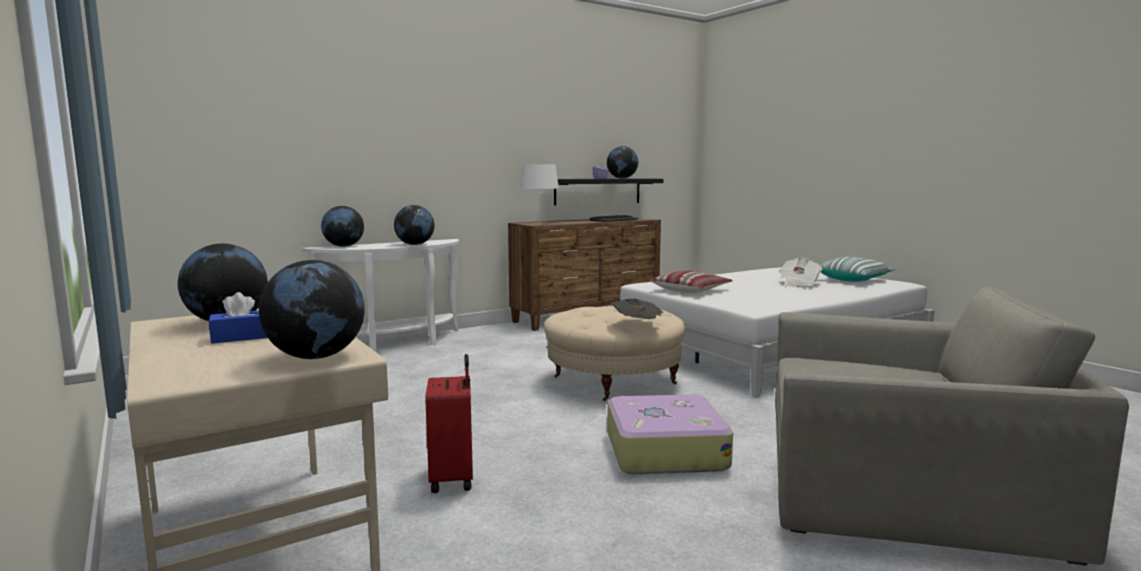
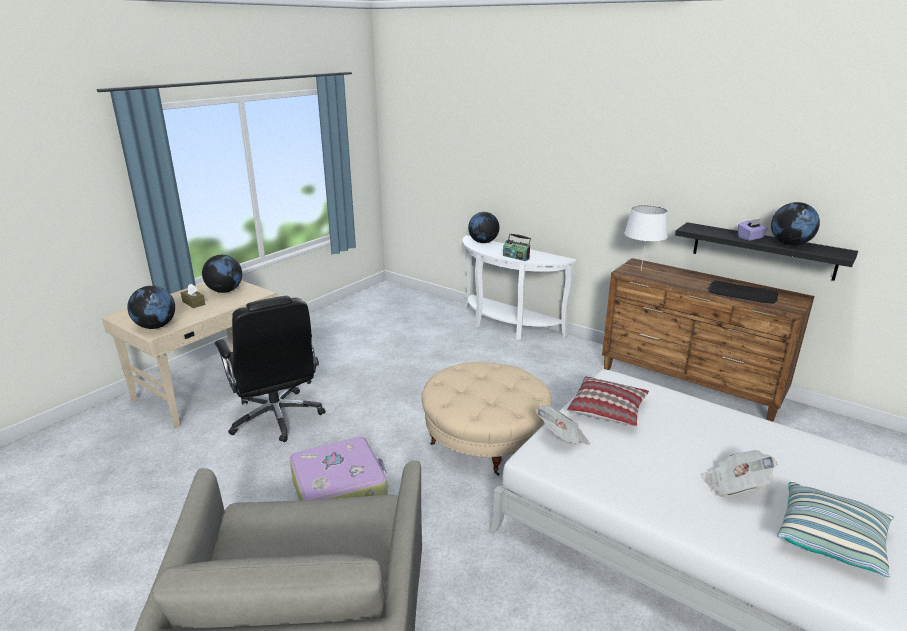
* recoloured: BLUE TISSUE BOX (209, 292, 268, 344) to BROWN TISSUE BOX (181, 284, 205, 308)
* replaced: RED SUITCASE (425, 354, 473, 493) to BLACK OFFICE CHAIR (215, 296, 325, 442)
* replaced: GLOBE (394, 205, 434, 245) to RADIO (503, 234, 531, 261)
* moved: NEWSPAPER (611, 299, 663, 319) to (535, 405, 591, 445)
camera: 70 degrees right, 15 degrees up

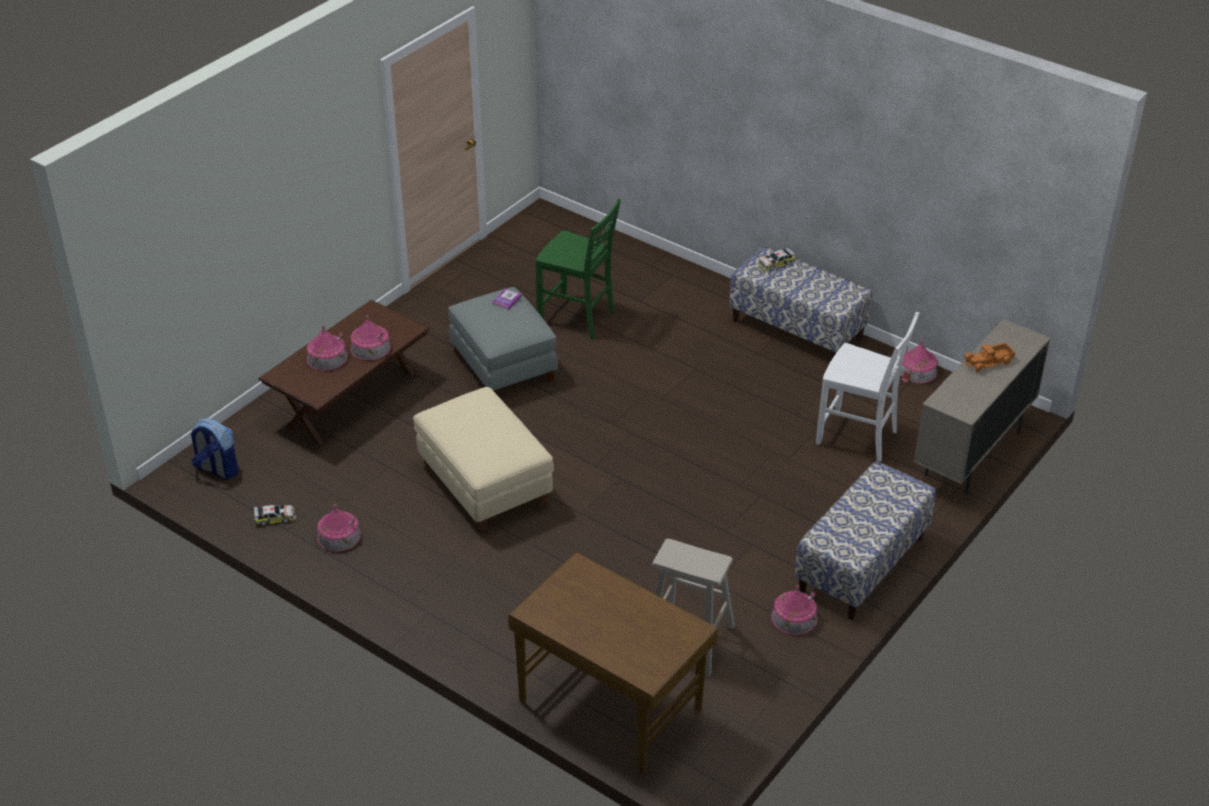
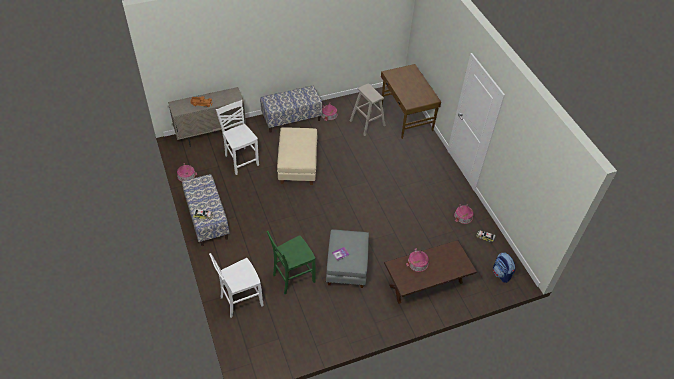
* added: WHITE CHAIR (209, 253, 264, 318)
* turned: GREEN CHAIR (535, 198, 621, 339) = (267, 231, 316, 294) 90 degrees counterclockwise
* moved: BEIGE OTTOMAN (413, 387, 554, 533) to (277, 127, 318, 185)
* removed: TOY HOUSE (306, 325, 348, 371)
camera: 150 degrees left, 10 degrees up

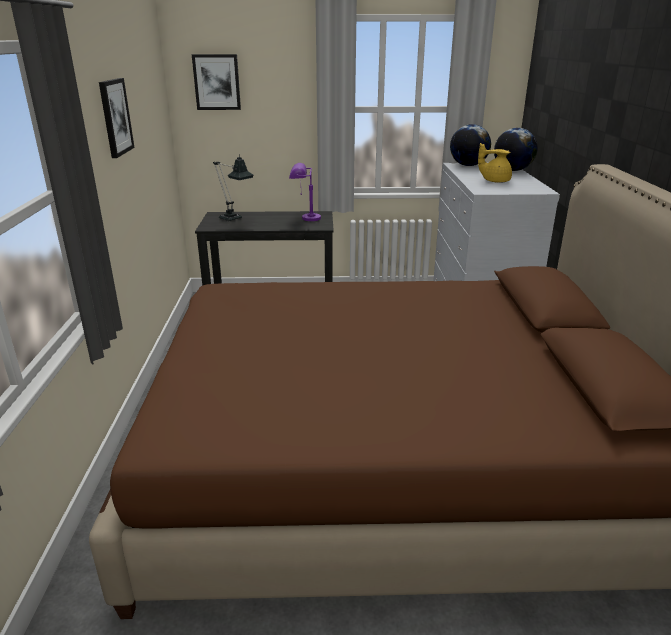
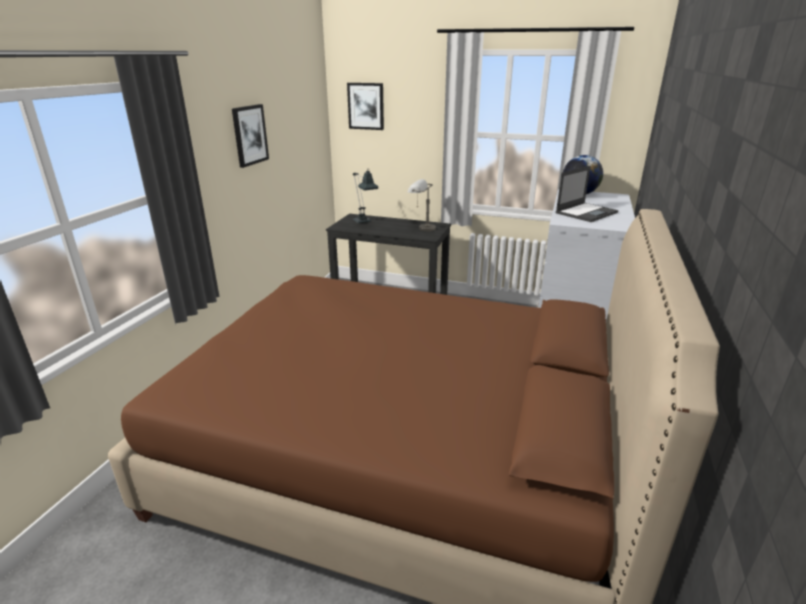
* recoloured: PURPLE TABLE LAMP (289, 163, 321, 221) to GREY TABLE LAMP (408, 179, 436, 231)
* replaced: YELLOW TEAPOT (478, 143, 512, 183) to LAPTOP (555, 166, 618, 222)
* removed: GLOBE (494, 128, 538, 171)
camera: 20 degrees right, 0 degrees up

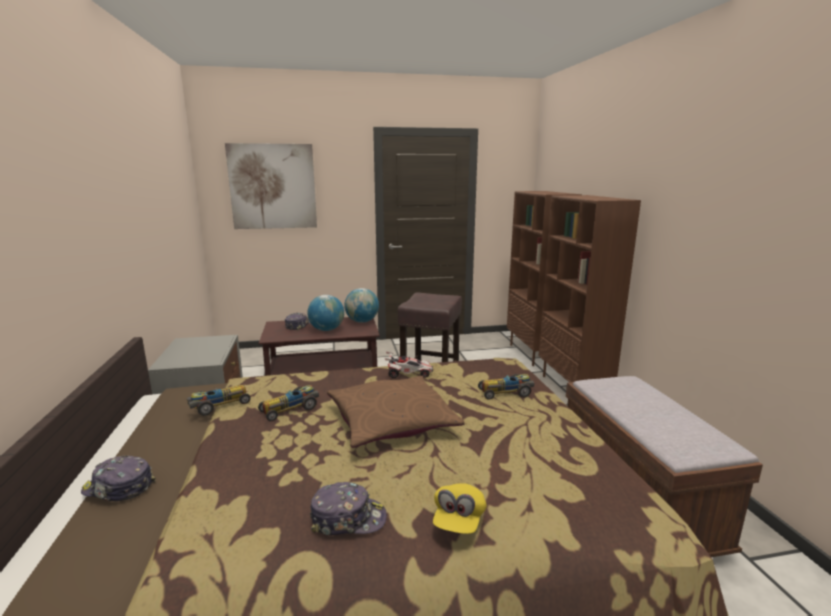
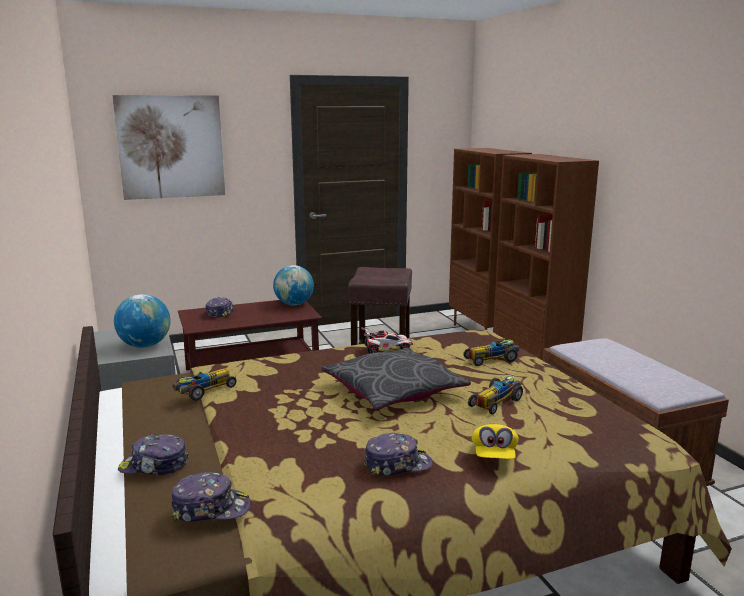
* moved: GLOBE (307, 295, 344, 331) to (114, 294, 170, 348)
* added: CAP (171, 472, 251, 522)
* recoloured: BROWN PILLOW (327, 376, 465, 448) to GREY PILLOW (321, 348, 471, 410)
* moved: TOY CAR (258, 385, 319, 421) to (468, 375, 523, 415)
camera: 10 degrees left, 0 degrees up

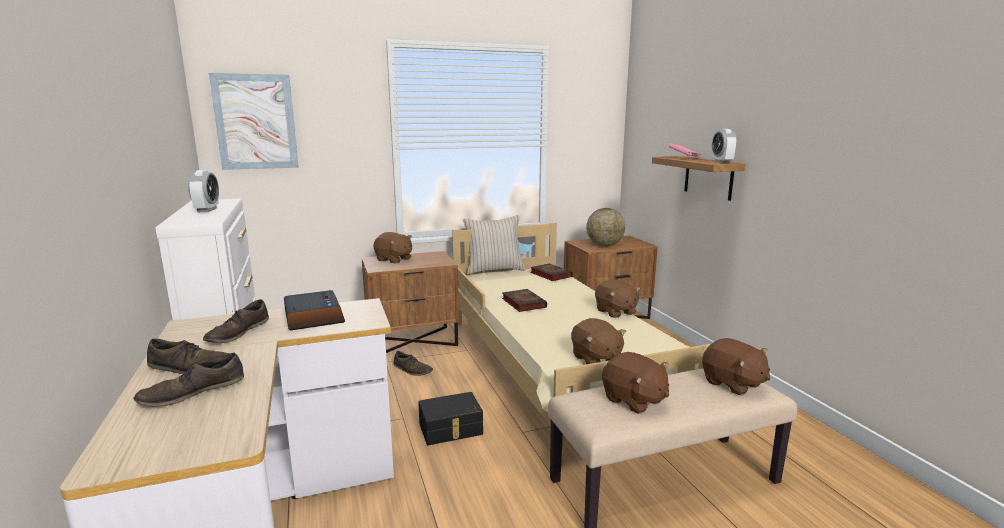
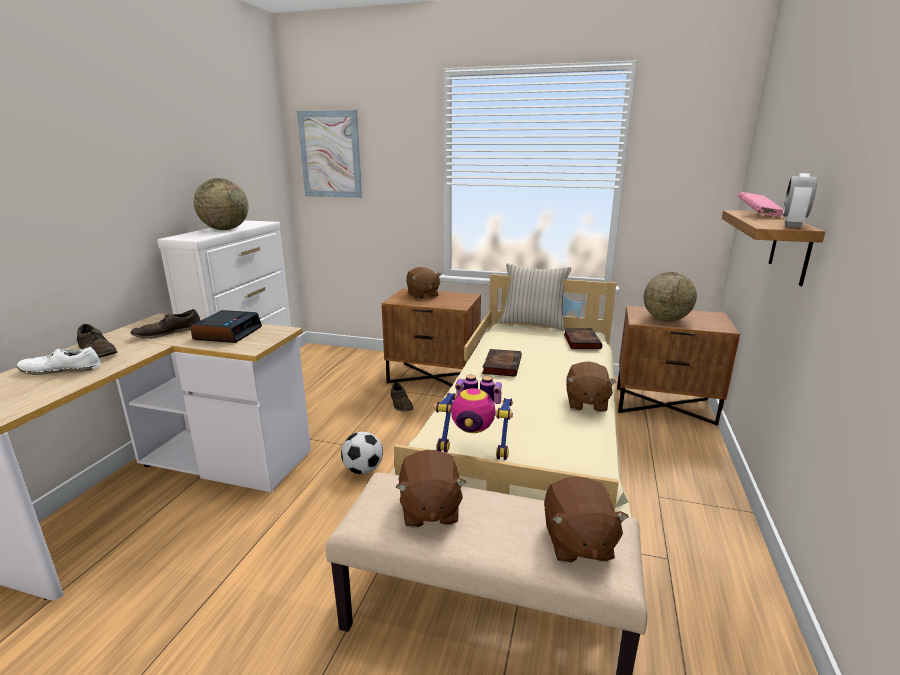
* recoloured: BROWN SHOE (134, 353, 244, 407) to WHITE SHOE (17, 347, 101, 375)
* replaced: ALARM CLOCK (188, 170, 219, 212) to GLOBE (194, 178, 248, 230)
* replaced: BLACK STORAGE BOX (418, 392, 483, 445) to FOOTBALL (341, 432, 383, 474)
* replaced: BROWN PLUSH TOY (571, 318, 626, 364) to TOY ROBOT (434, 375, 513, 460)
camera: 35 degrees right, 5 degrees up

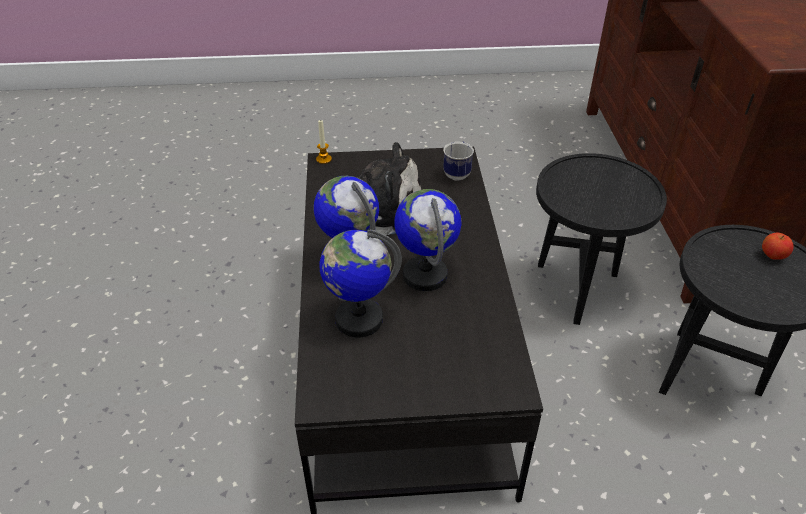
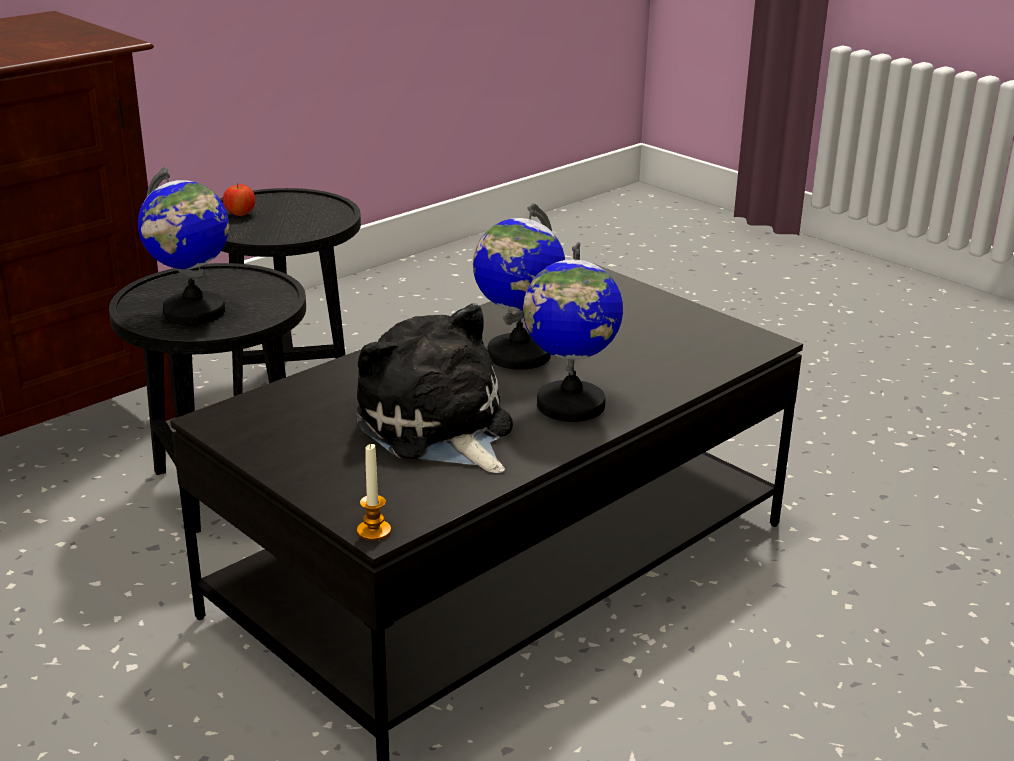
* moved: GLOBE (320, 229, 402, 338) to (138, 167, 229, 325)
* removed: MUG (443, 141, 474, 181)
camera: 130 degrees left, 15 degrees down

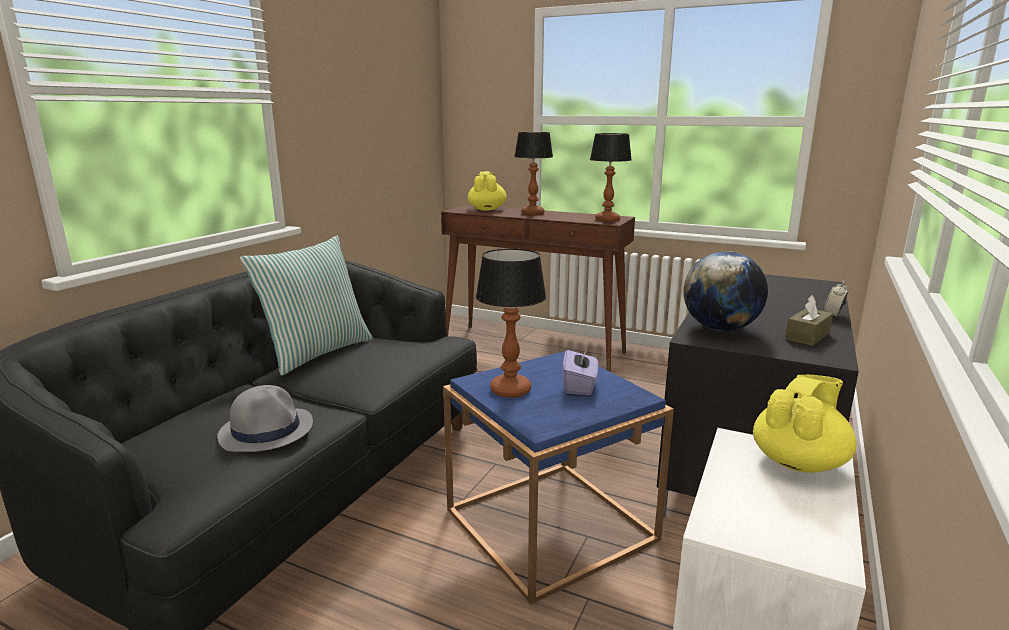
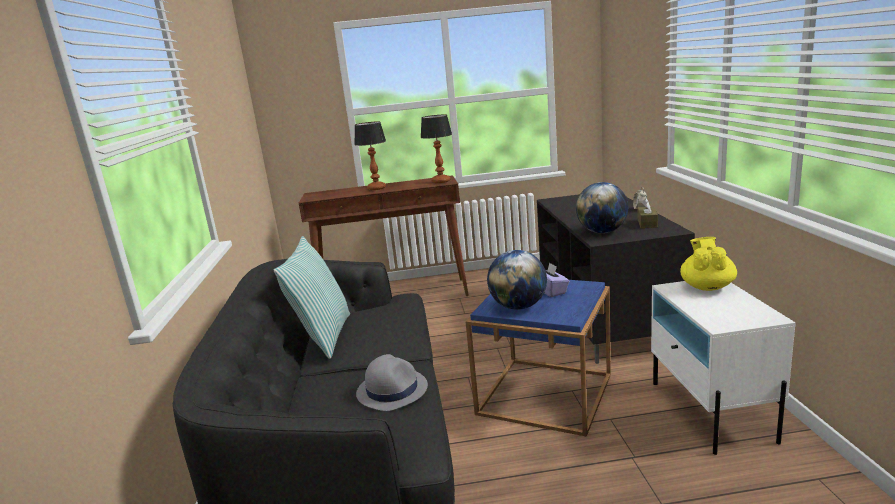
* replaced: TABLE LAMP (476, 249, 546, 398) to GLOBE (487, 250, 547, 310)
* removed: YELLOW TEAPOT (468, 171, 507, 211)
camera: 30 degrees left, 0 degrees up

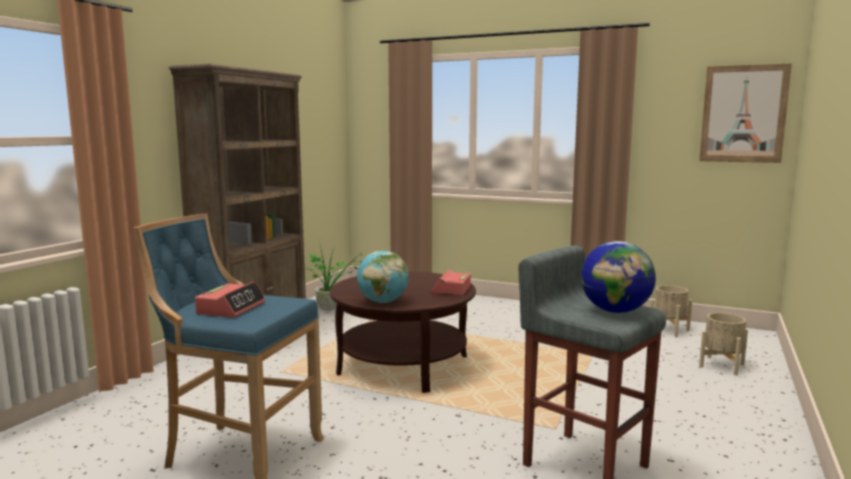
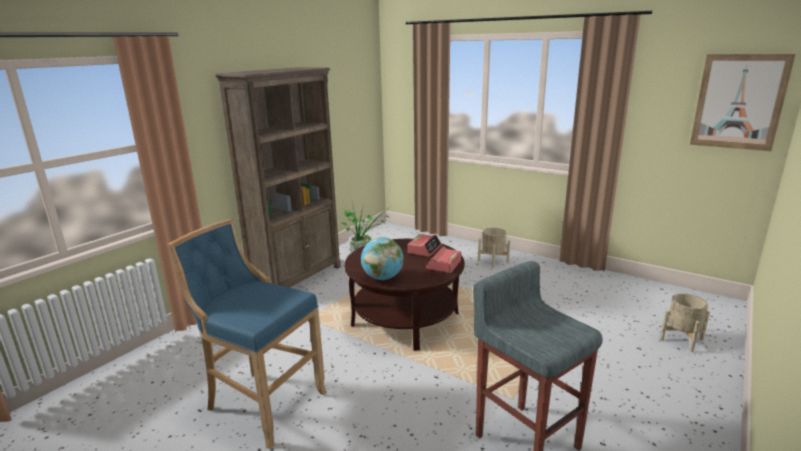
* moved: ALARM CLOCK (195, 282, 265, 318) to (408, 234, 442, 257)
* moved: BEIGE PLANTER (650, 285, 692, 337) to (478, 228, 510, 268)
* removed: GLOBE (581, 241, 656, 313)
camera: 10 degrees right, 10 degrees up

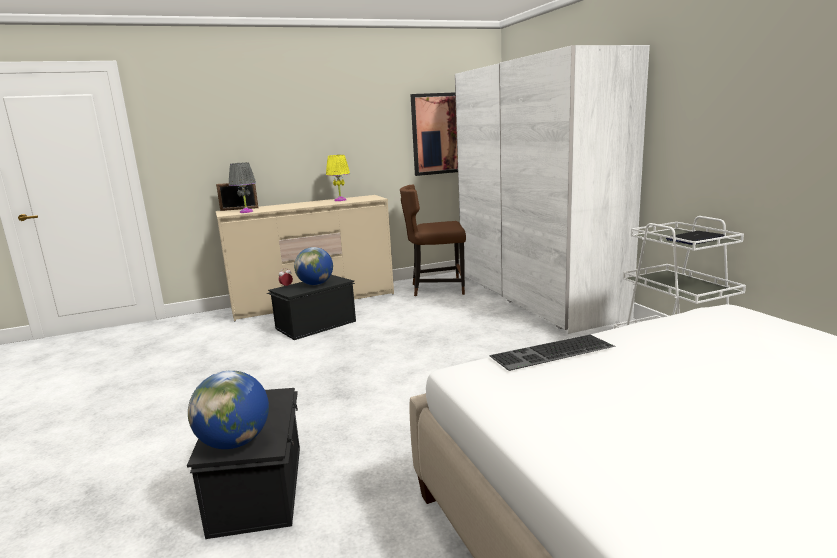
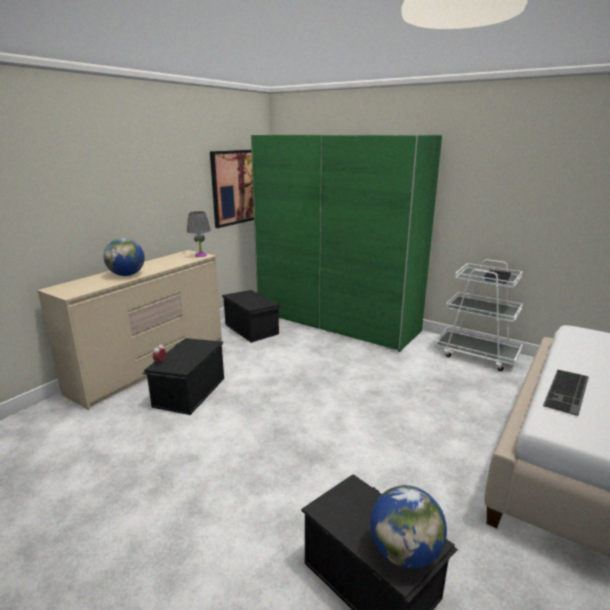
* moved: GLOBE (294, 247, 333, 285) to (104, 238, 144, 276)
* moved: GREY TABLE LAMP (229, 162, 256, 213) to (187, 211, 211, 257)
* replaced: BROWN CHAIR (400, 184, 466, 296) to BLACK STORAGE BOX (222, 290, 282, 343)
* recoloured: WHITE WARDROBE (455, 45, 650, 334) to GREEN WARDROBE (251, 135, 442, 352)
* removed: PICTURE FRAME (216, 183, 259, 211)
* removed: YELLOW TABLE LAMP (326, 155, 350, 201)
camera: 35 degrees left, 5 degrees up

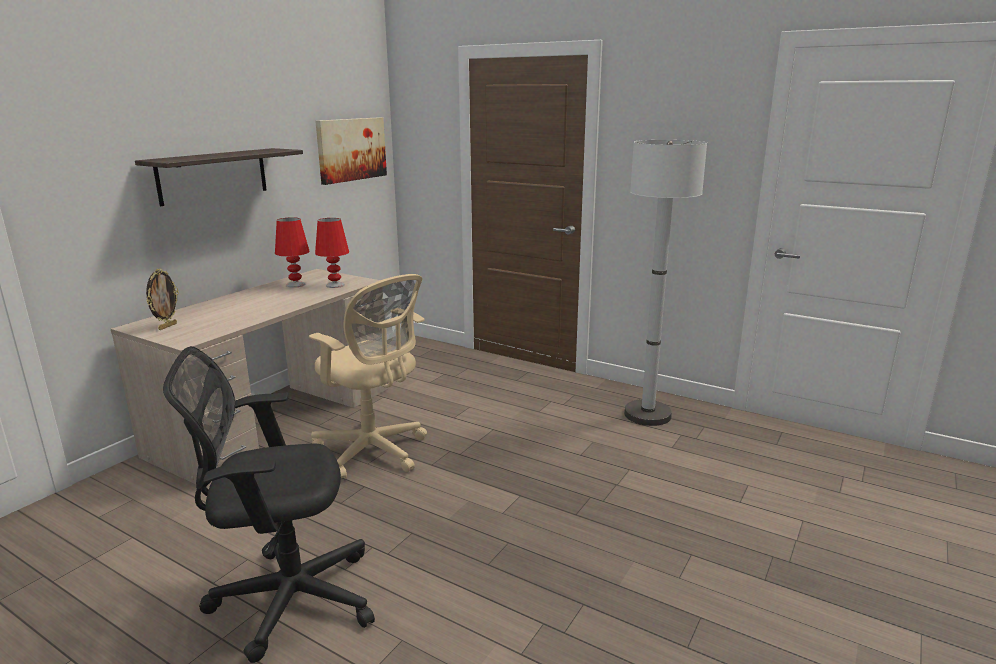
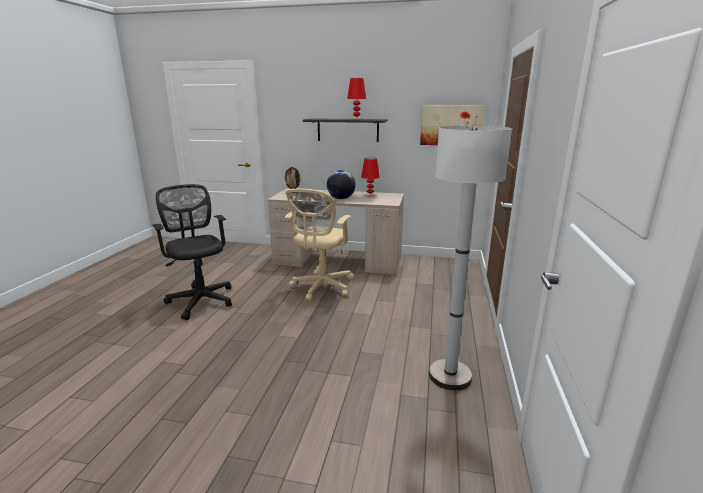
* added: GLOBE (327, 170, 355, 199)
* moved: RED TABLE LAMP (315, 218, 349, 288) to (347, 78, 366, 119)
camera: 70 degrees right, 0 degrees up

